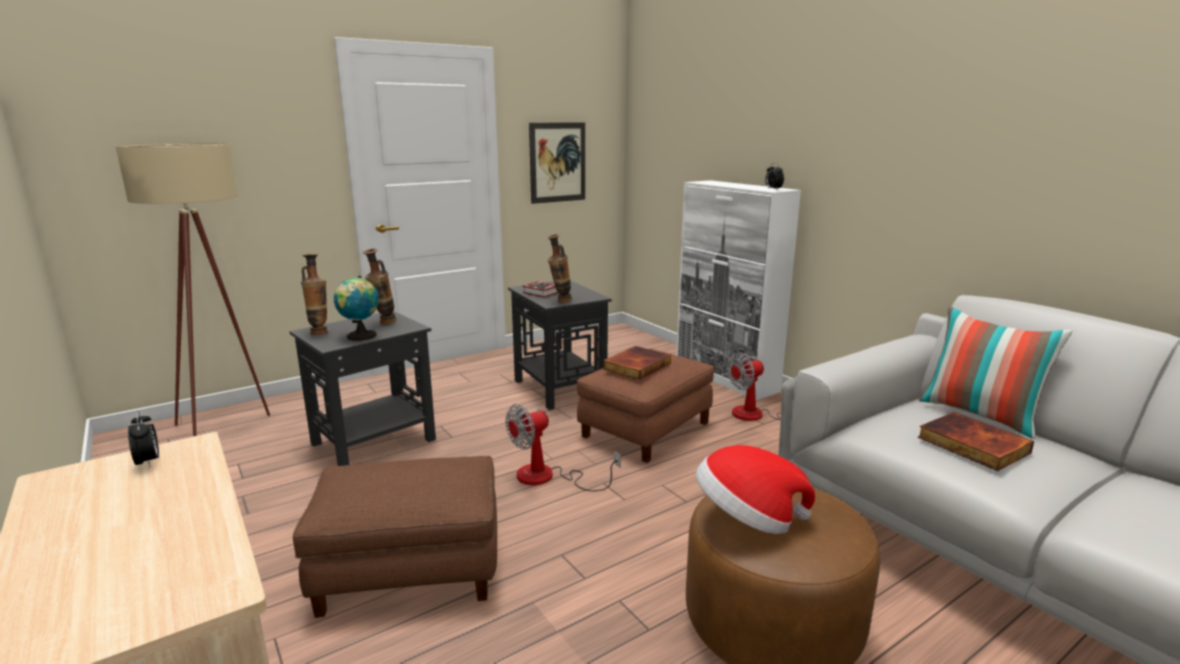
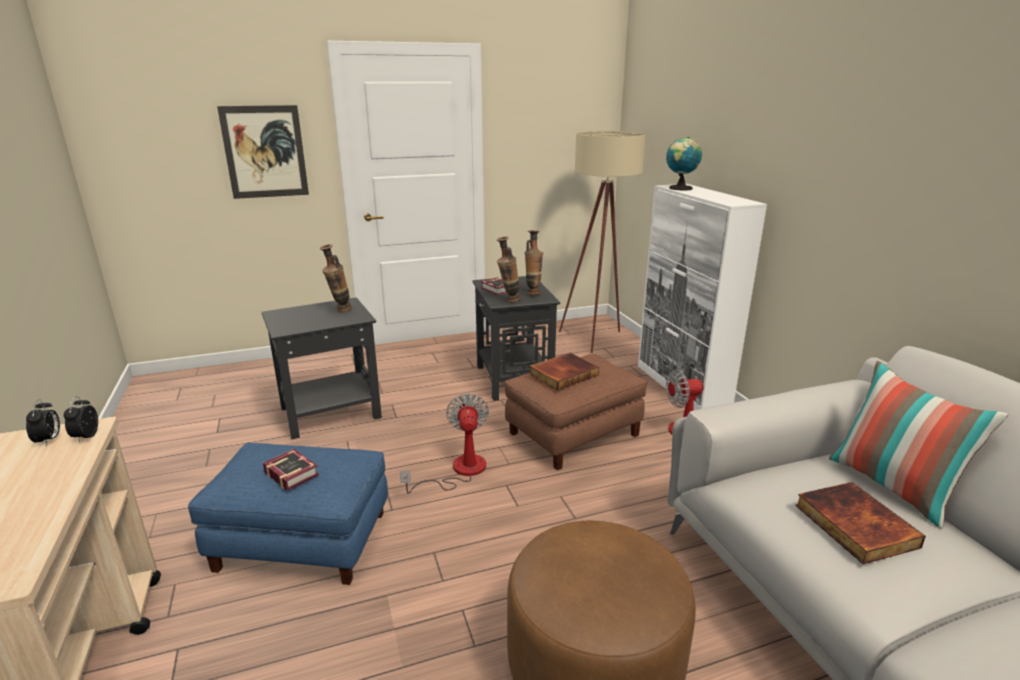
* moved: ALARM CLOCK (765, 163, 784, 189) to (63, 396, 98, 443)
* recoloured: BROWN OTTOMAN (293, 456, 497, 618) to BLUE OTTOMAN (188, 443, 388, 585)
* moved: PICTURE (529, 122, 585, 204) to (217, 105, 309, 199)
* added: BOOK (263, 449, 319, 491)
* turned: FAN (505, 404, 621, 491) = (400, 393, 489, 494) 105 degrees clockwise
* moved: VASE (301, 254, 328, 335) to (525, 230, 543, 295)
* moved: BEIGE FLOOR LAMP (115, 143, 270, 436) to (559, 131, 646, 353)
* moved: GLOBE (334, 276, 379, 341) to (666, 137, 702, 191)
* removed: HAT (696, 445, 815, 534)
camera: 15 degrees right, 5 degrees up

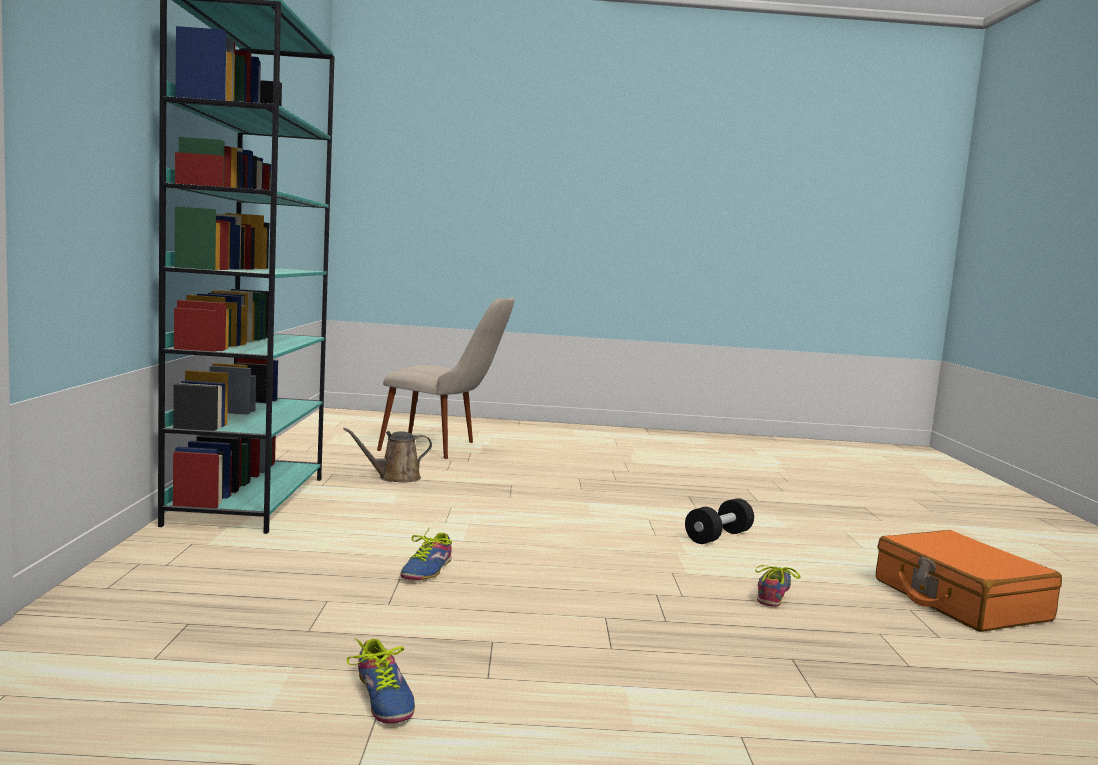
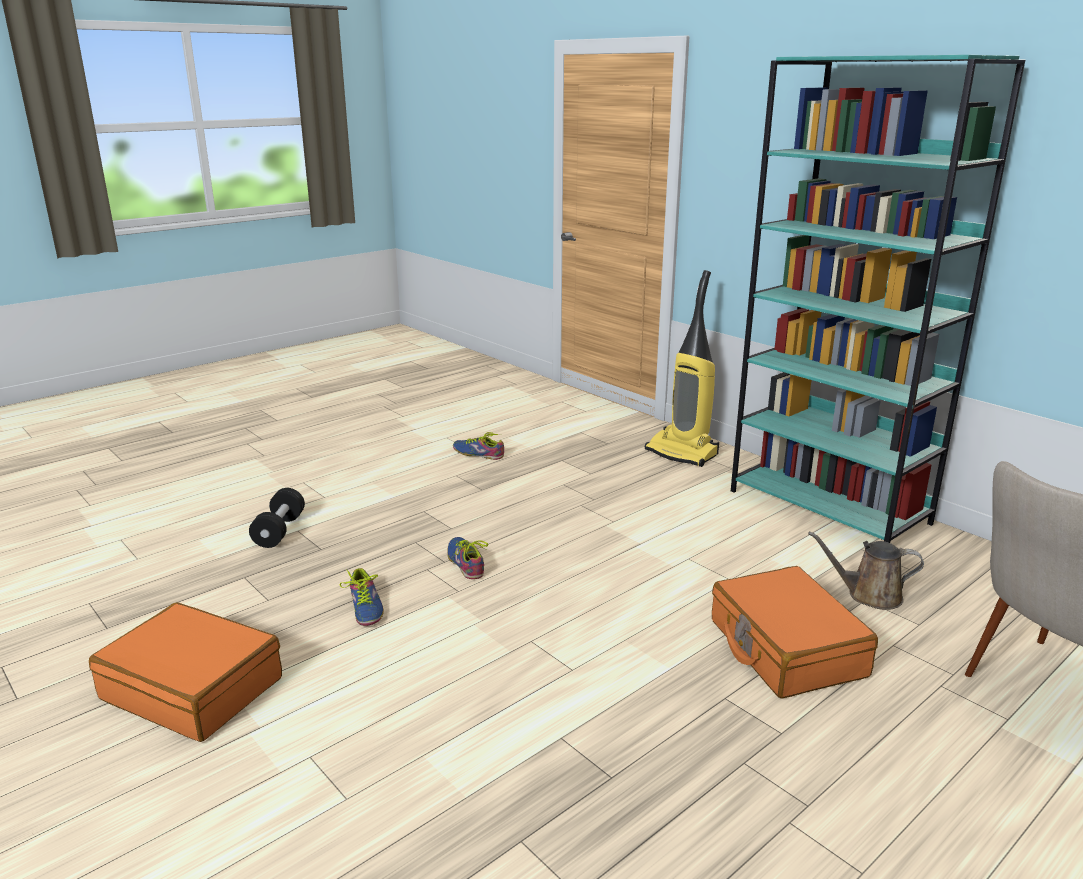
* moved: BLACK DUMBBELL (685, 498, 754, 544) to (249, 488, 305, 548)
* moved: SHOE (400, 527, 452, 580) to (447, 537, 488, 579)
* added: VACUUM CLEANER (645, 270, 719, 467)
* added: ORANGE SUITCASE (712, 566, 878, 698)
* turned: BROWN WATERING CAN (343, 428, 432, 482) = (808, 531, 924, 610) 105 degrees counterclockwise
camera: 140 degrees right, 15 degrees up

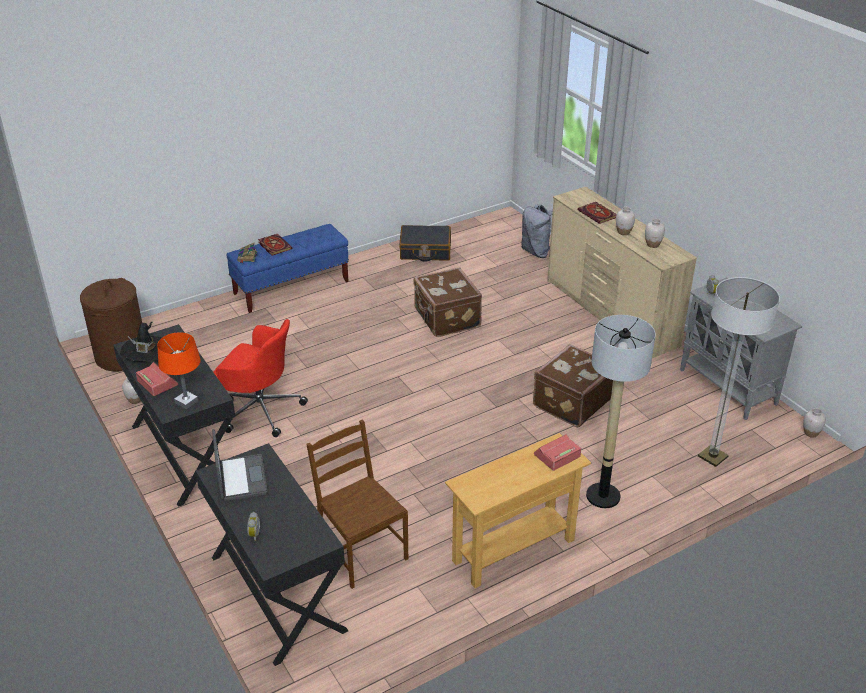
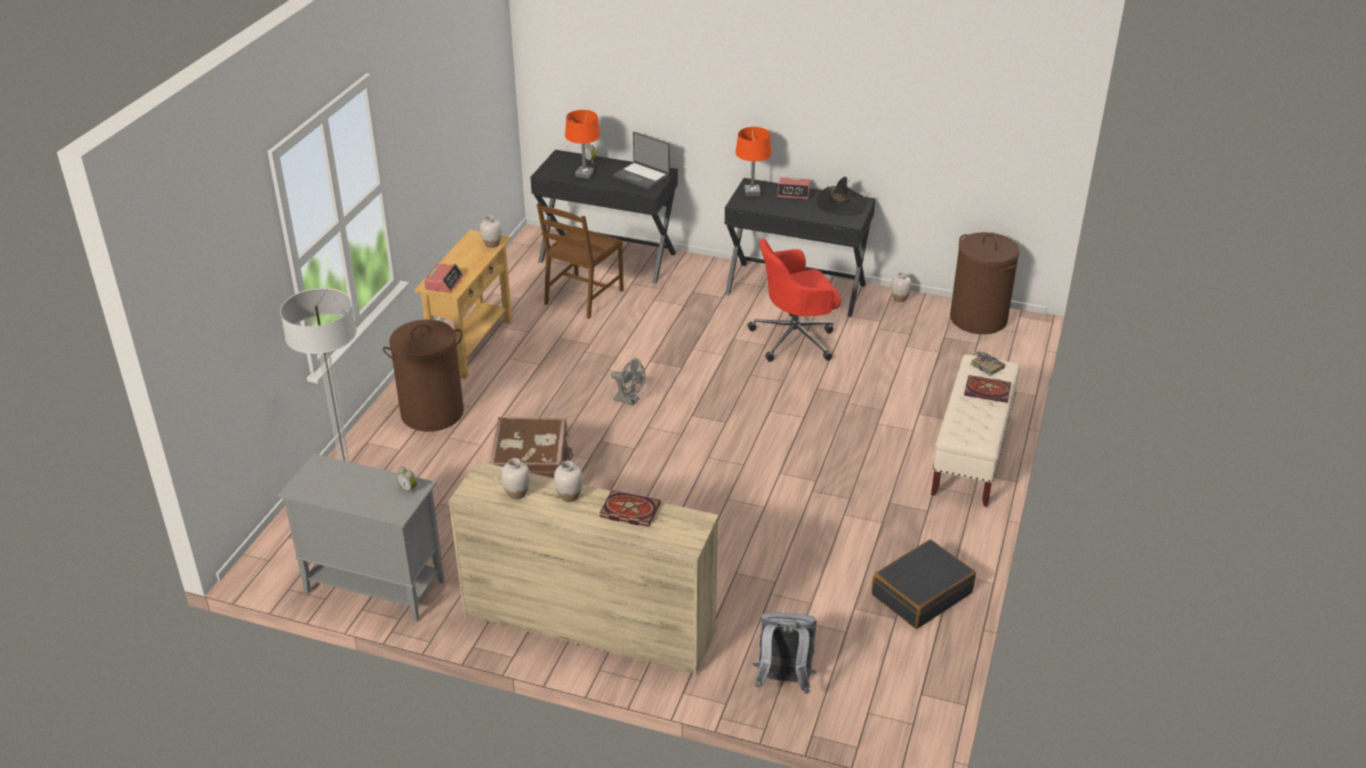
* replaced: FLOOR LAMP (586, 315, 656, 508) to BROWN LAUNDRY BASKET (383, 320, 464, 432)
* moved: WHITE VASE (803, 408, 826, 438) to (480, 215, 502, 248)
* turned: BROWN CHAIR (307, 419, 408, 589) = (537, 203, 624, 319) 105 degrees clockwise
* added: ORANGE TABLE LAMP (565, 110, 600, 179)
* added: GREY FAN (610, 358, 645, 405)
* recoloured: BLUE BENCH (227, 224, 349, 313) to BEIGE BENCH (931, 355, 1020, 507)
* removed: BROWN SUITCASE (414, 268, 482, 337)
camera: 140 degrees right, 0 degrees up

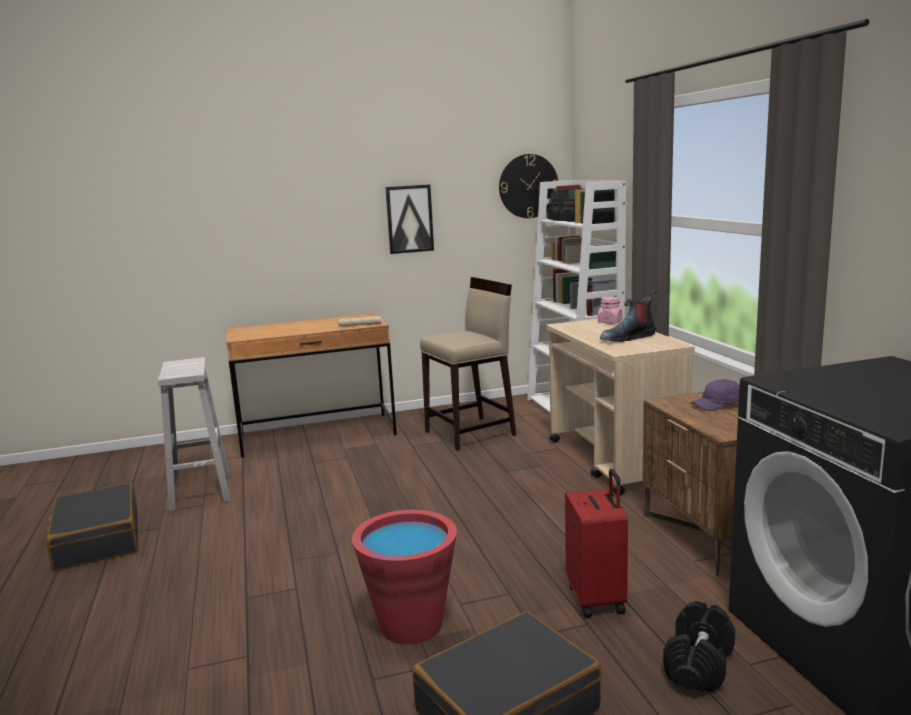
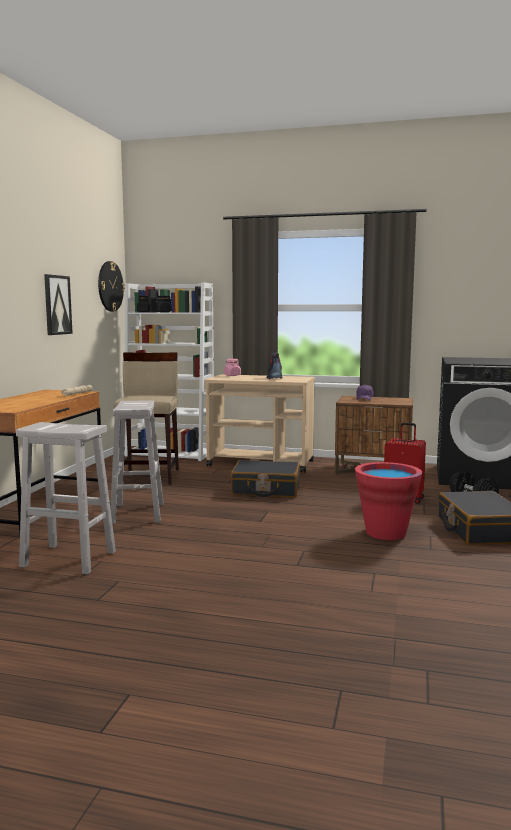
* added: WHITE STOOL (110, 400, 164, 524)
* moved: BLACK SUITCASE (46, 483, 138, 571) to (231, 460, 300, 498)
camera: 60 degrees left, 5 degrees down

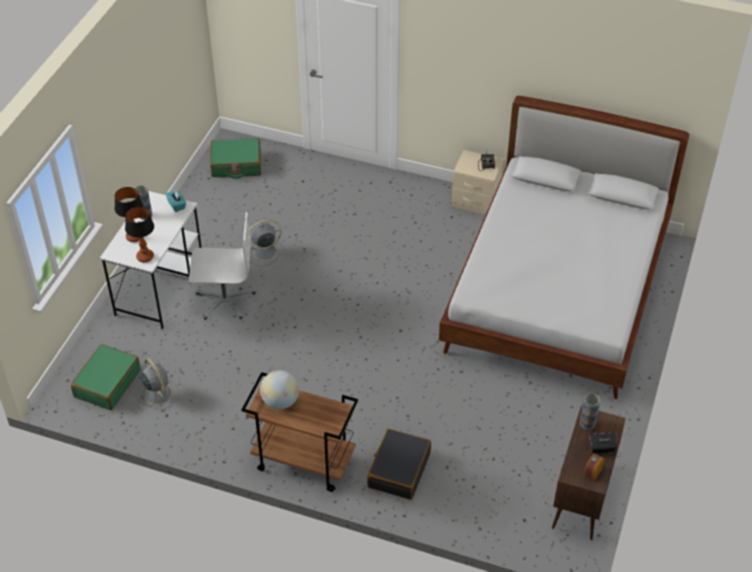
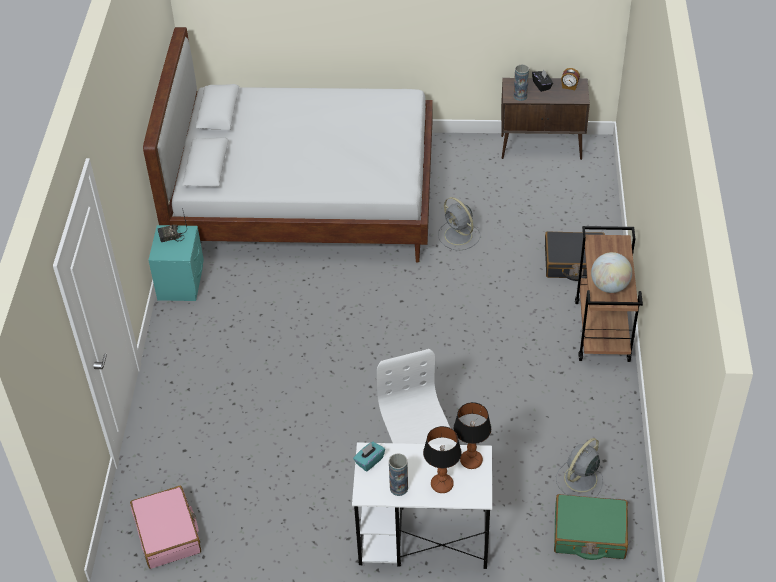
* recoloured: GREEN SUITCASE (210, 138, 261, 179) to PINK SUITCASE (130, 486, 201, 569)
* recoloured: BEIGE NIGHTSTAND (452, 150, 504, 215) to TURQUOISE NIGHTSTAND (148, 225, 204, 301)
* moved: GREY FAN (250, 220, 286, 266) to (438, 197, 481, 251)
camera: 105 degrees left, 0 degrees up

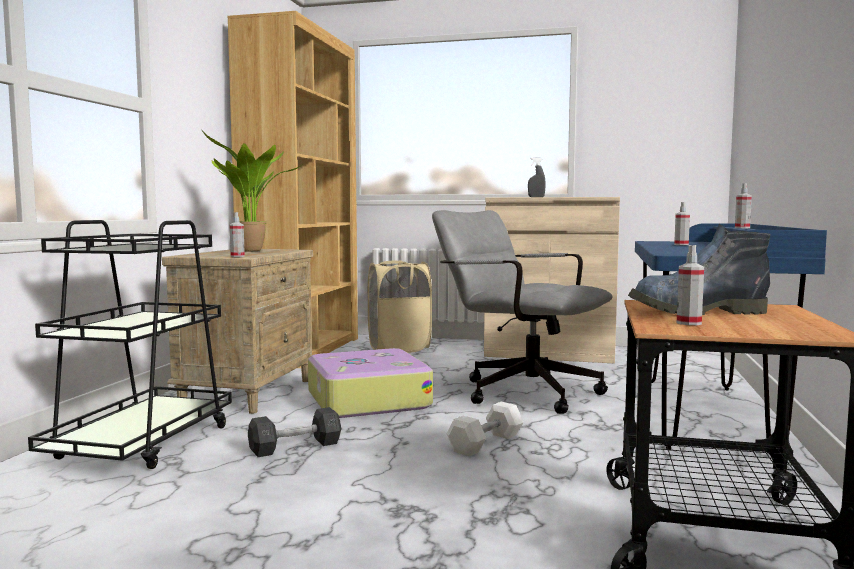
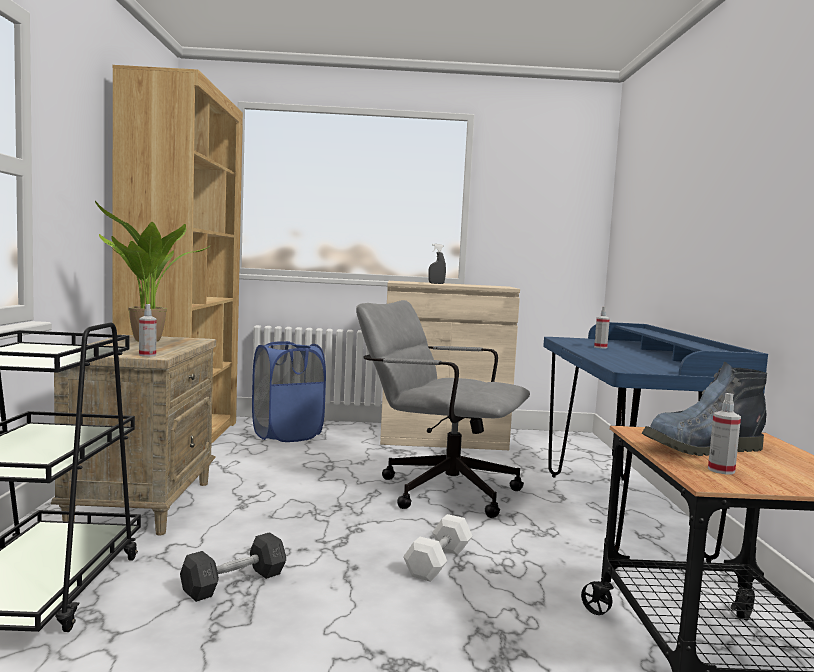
* recoloured: BEIGE LAUNDRY BASKET (368, 260, 432, 353) to BLUE LAUNDRY BASKET (252, 341, 326, 442)
* removed: SUITCASE (308, 348, 433, 418)
* removed: SPRAY BOTTLE (735, 183, 752, 228)
camera: 15 degrees left, 0 degrees up

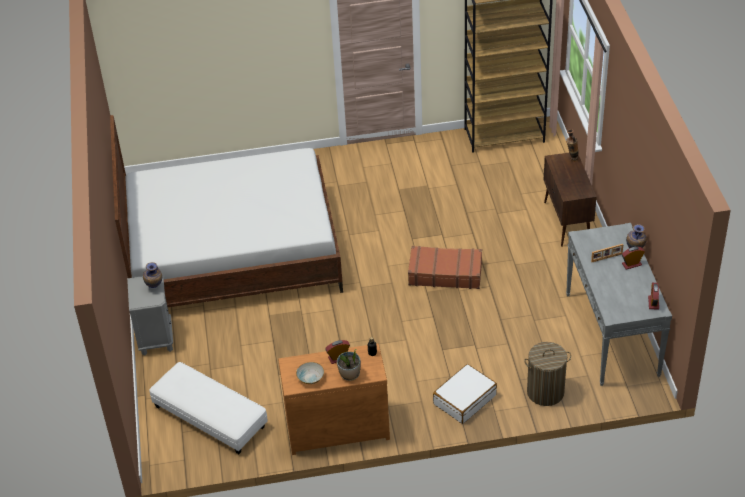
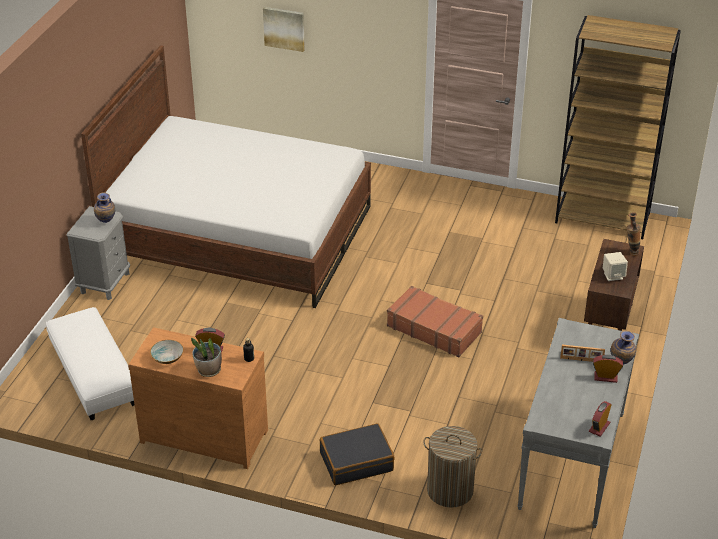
* added: PICTURE (263, 7, 305, 52)
* recoloured: WHITE SUITCASE (433, 364, 497, 424) to BLACK SUITCASE (320, 423, 395, 485)
* added: BEIGE SPEAKER (603, 252, 628, 281)
camera: 25 degrees right, 5 degrees down

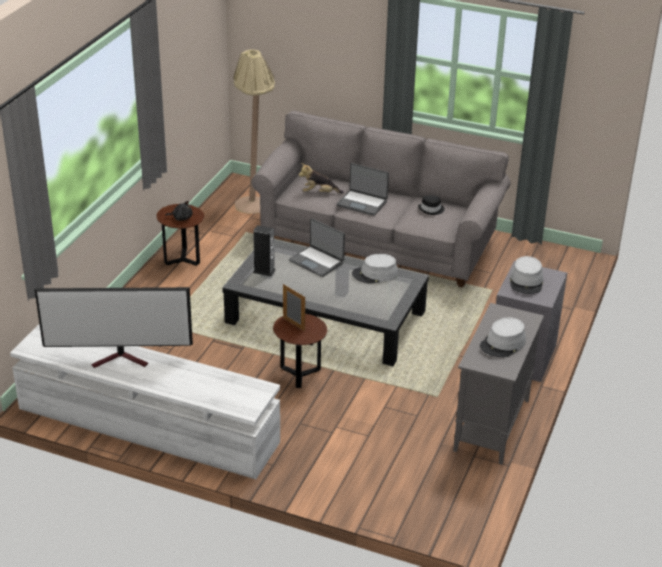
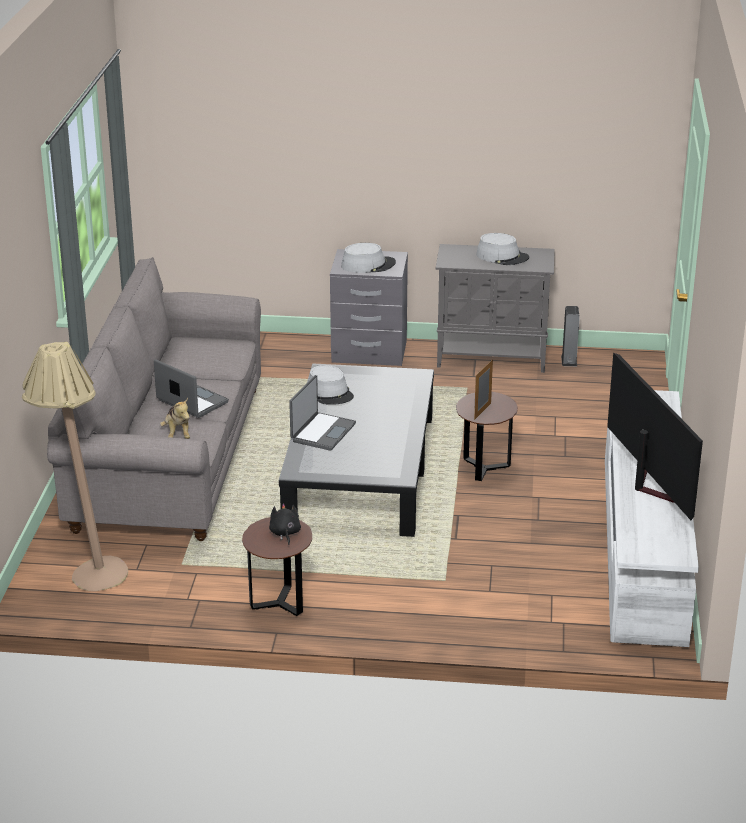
* turned: LAPTOP (337, 163, 389, 216) = (154, 359, 229, 418) 60 degrees counterclockwise
* moved: SPEAKER (253, 225, 276, 277) to (561, 306, 580, 366)
* removed: BLACK HAT (418, 195, 445, 215)
camera: 105 degrees left, 5 degrees down

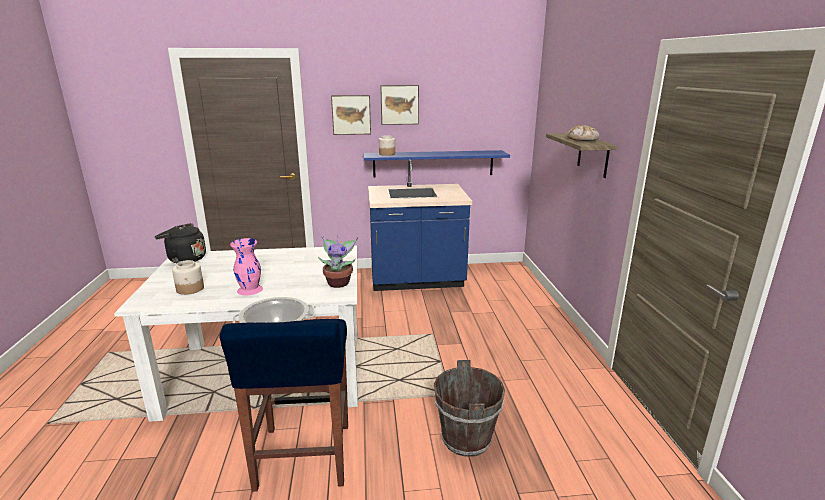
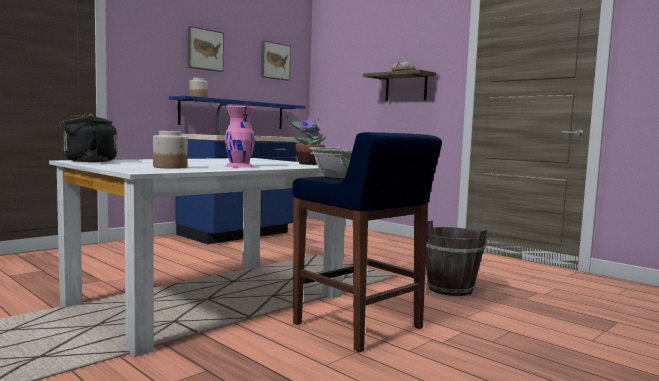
* moved: PICTURE (331, 95, 371, 135) to (261, 41, 291, 80)
camera: 40 degrees left, 15 degrees down

